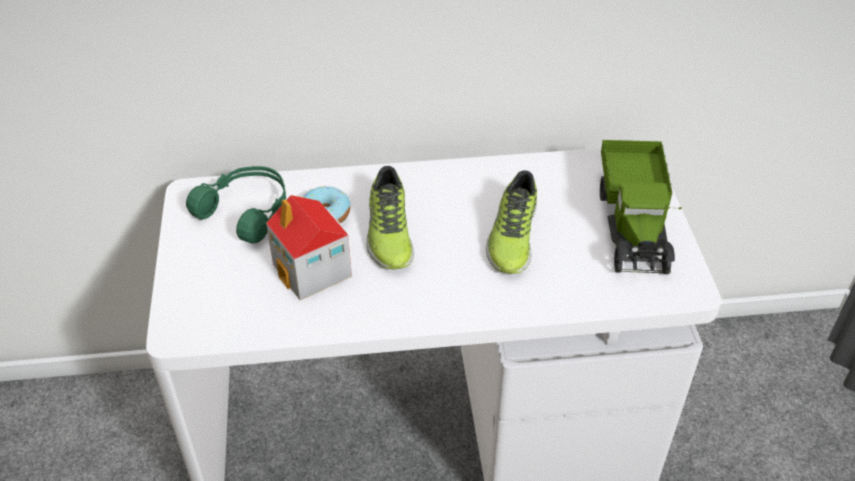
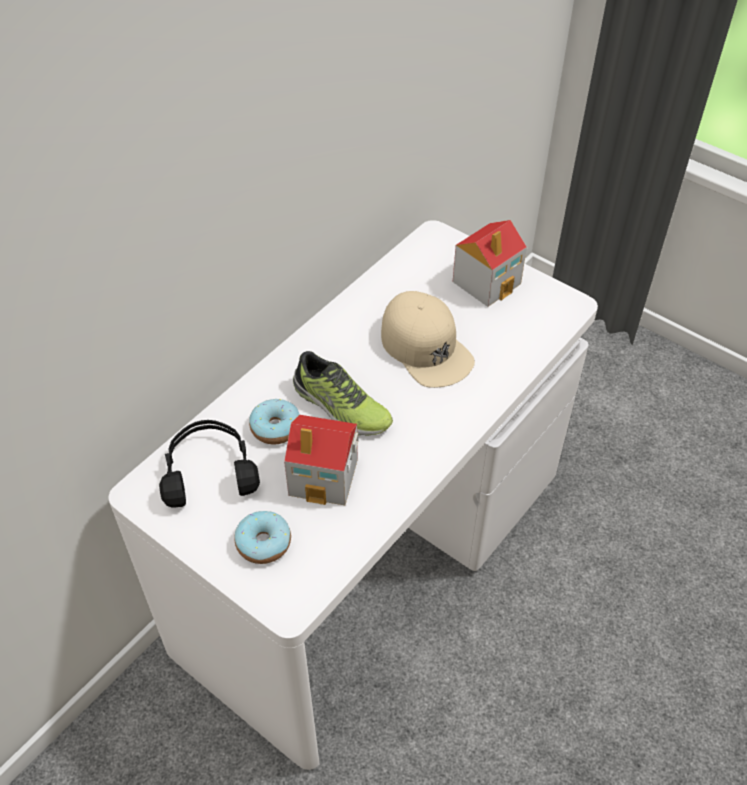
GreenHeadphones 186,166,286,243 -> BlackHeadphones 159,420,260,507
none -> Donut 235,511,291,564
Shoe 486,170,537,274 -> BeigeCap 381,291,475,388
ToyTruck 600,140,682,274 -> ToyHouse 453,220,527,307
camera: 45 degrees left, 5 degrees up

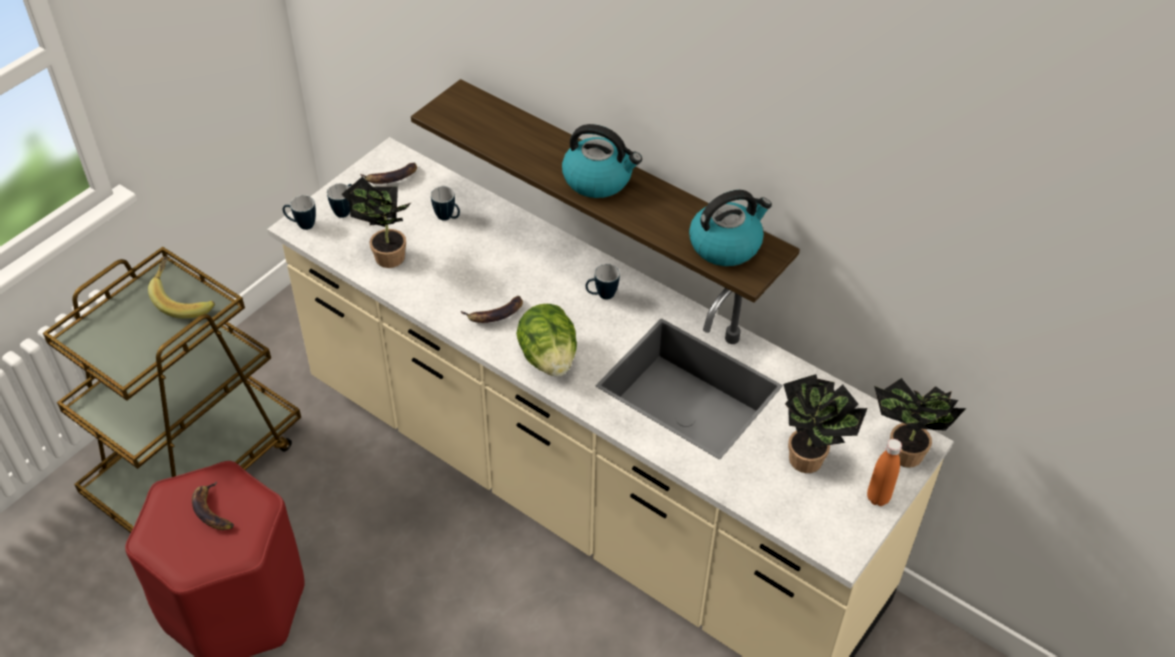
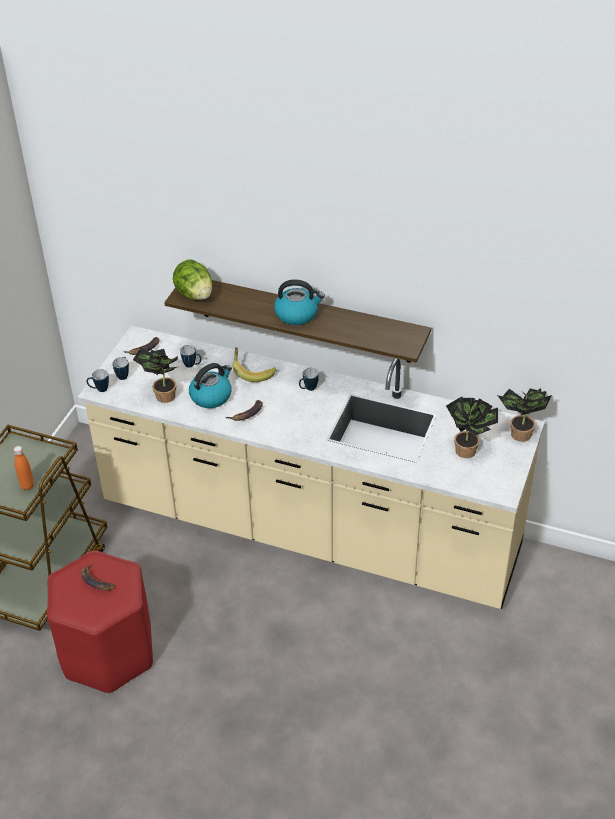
OrangeBottle 867,439,902,506 -> OrangeBottle 14,446,34,490, shifted
Lettuce 516,304,577,376 -> Lettuce 173,259,212,300, shifted
Kettle 689,190,772,266 -> Kettle 189,363,232,408, shifted
Banana 148,256,215,319 -> Banana 232,347,276,382, shifted
camera: 15 degrees left, 5 degrees down

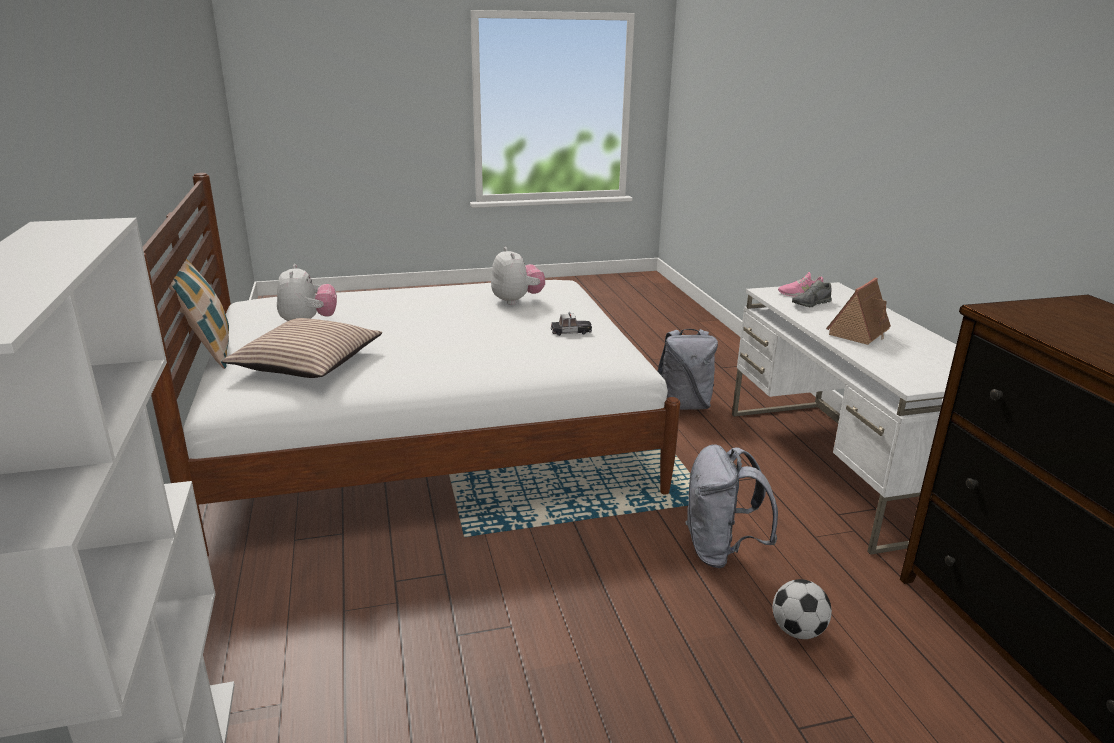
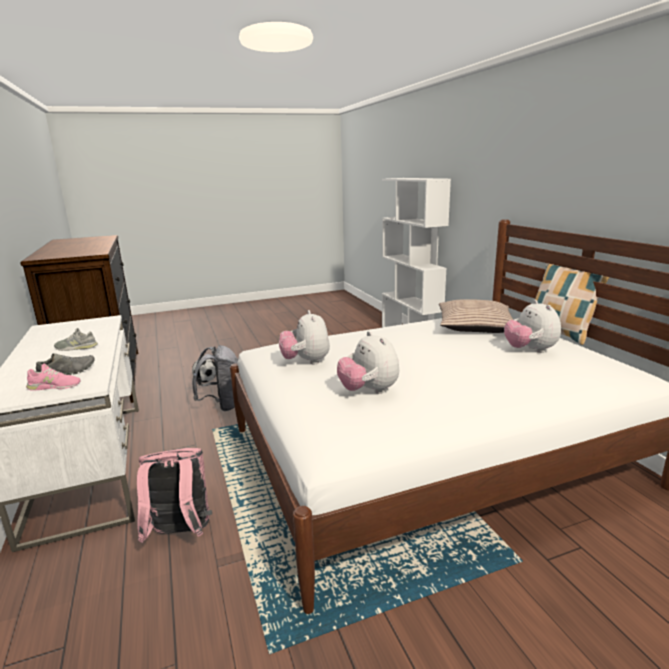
ToyHouse 826,278,891,345 -> GreyShoe 54,328,98,351
GreyBackpack 657,329,718,410 -> PinkBackpack 137,448,212,543
ToyCar 551,312,592,336 -> PlushToy 279,310,330,365
camera: 175 degrees right, 5 degrees down

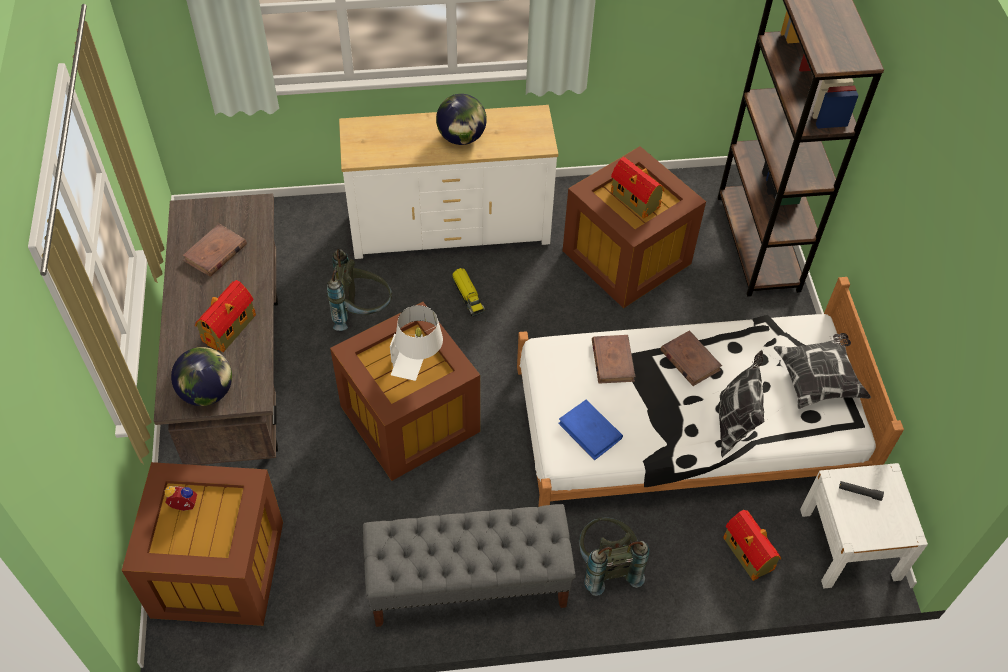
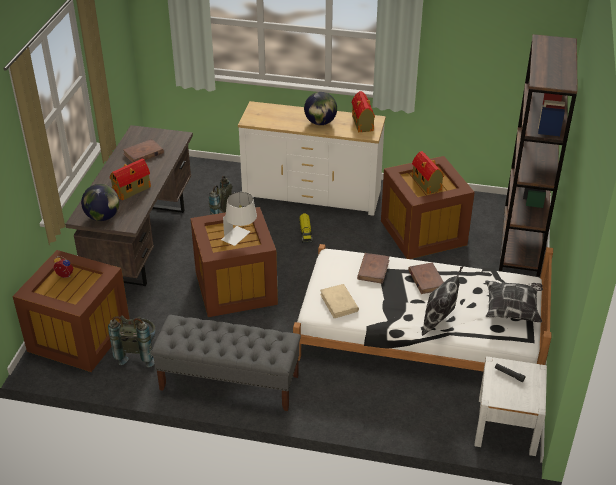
GreyBackpack 579,517,649,596 -> GreyBackpack 108,315,156,367, shifted
BlueBook 558,400,623,460 -> BeigeBook 320,284,359,318
ToyHouse 723,510,781,581 -> ToyHouse 352,91,375,132, shifted
camera: 20 degrees right, 15 degrees down

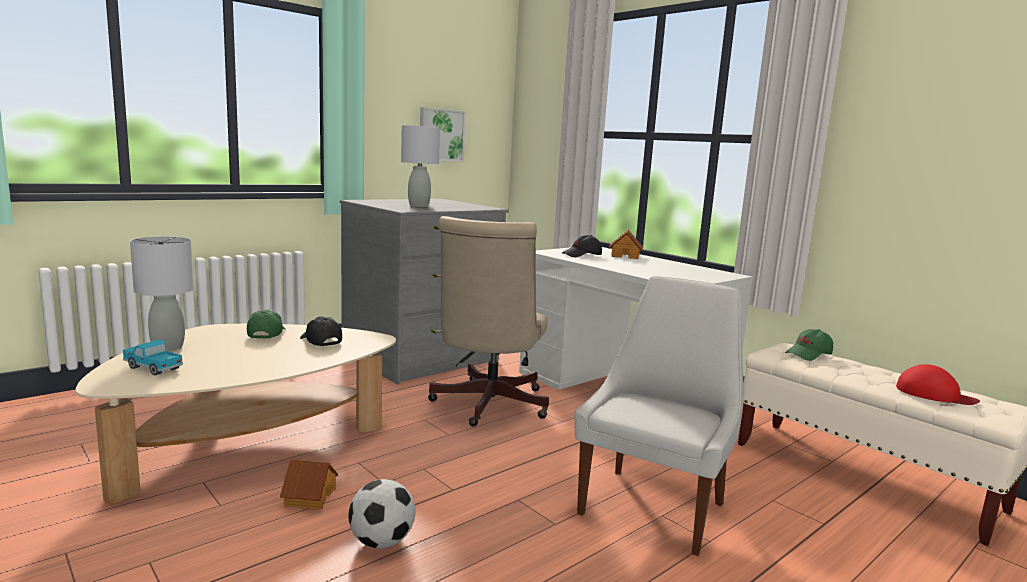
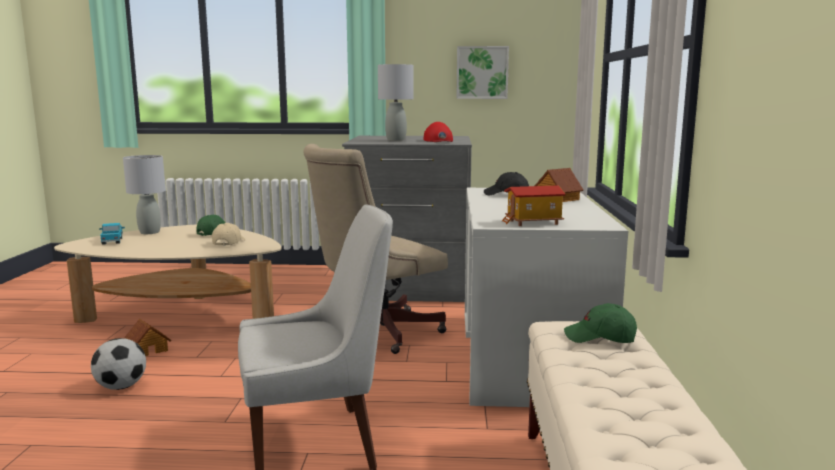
BlackCap 300,316,342,346 -> BeigeCap 212,223,245,246
RedCap 896,364,980,405 -> RedCap 424,122,453,142, shifted
none -> ToyHouse 502,185,566,226
camera: 45 degrees right, 0 degrees up

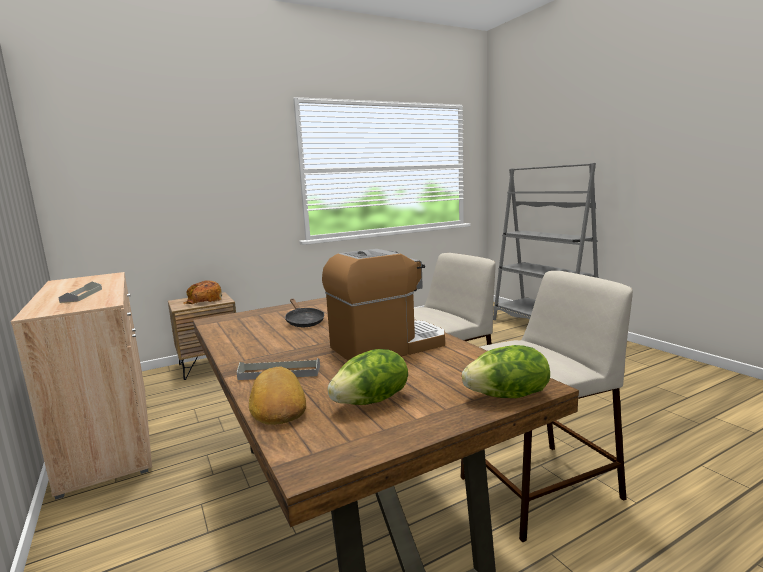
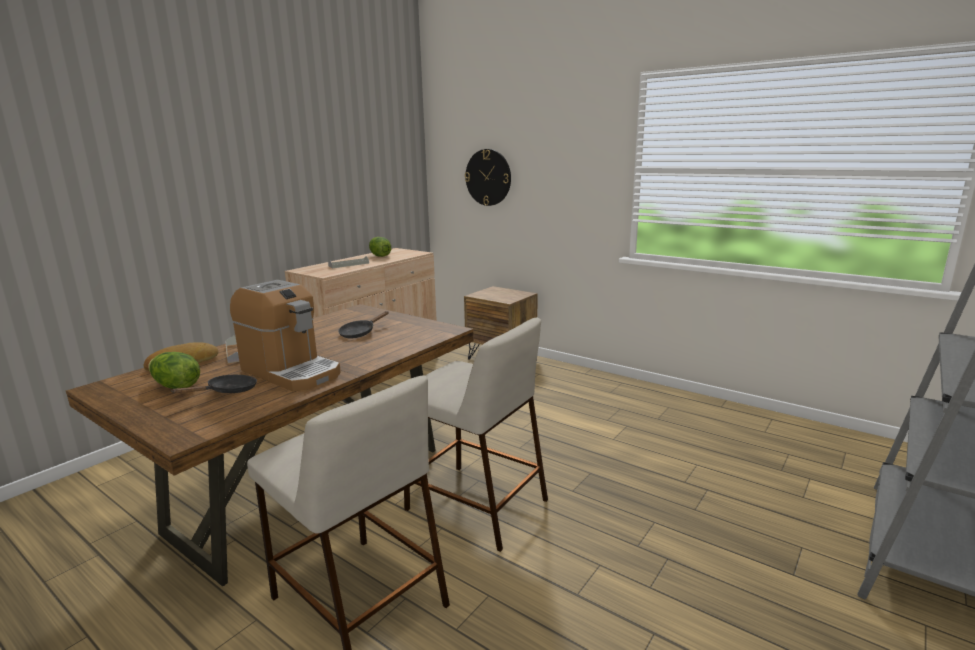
none -> BlackFryingPan 171,375,257,393
Lettuce 462,345,550,398 -> Lettuce 369,237,391,257, shifted
none -> WallClock 465,149,511,206
Bread 184,280,222,304 -> none
camera: 65 degrees right, 5 degrees up

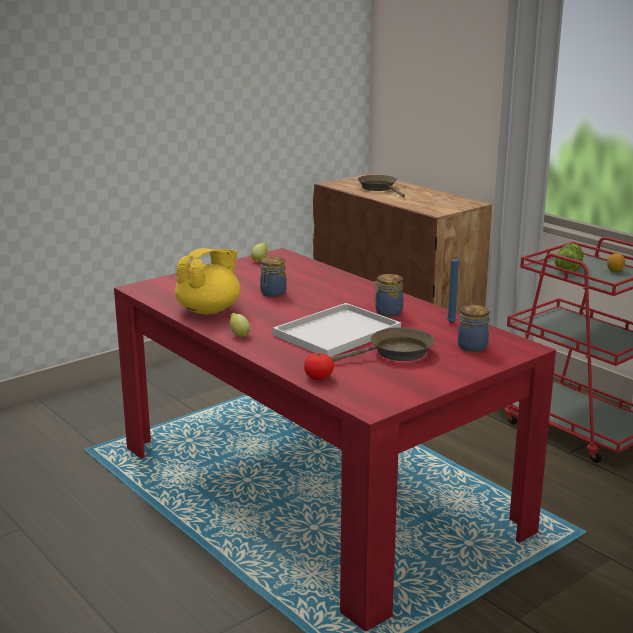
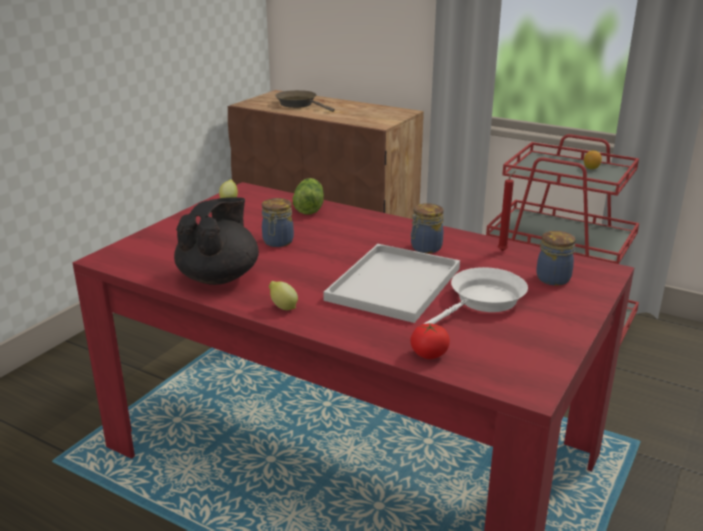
YellowTeapot 175,248,241,314 -> BlackTeapot 174,197,259,285
Lettuce 555,243,583,273 -> Lettuce 293,178,324,214, shifted
BrownFryingPan 331,327,434,362 -> WhiteFryingPan 424,267,528,324
BlueCandle 447,252,462,323 -> RedCandle 498,171,516,251
camera: 20 degrees left, 5 degrees up

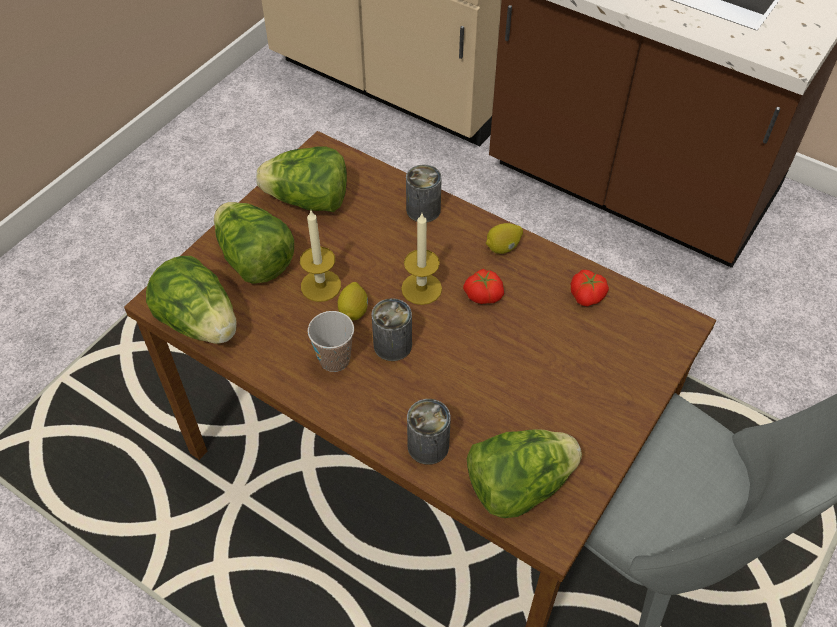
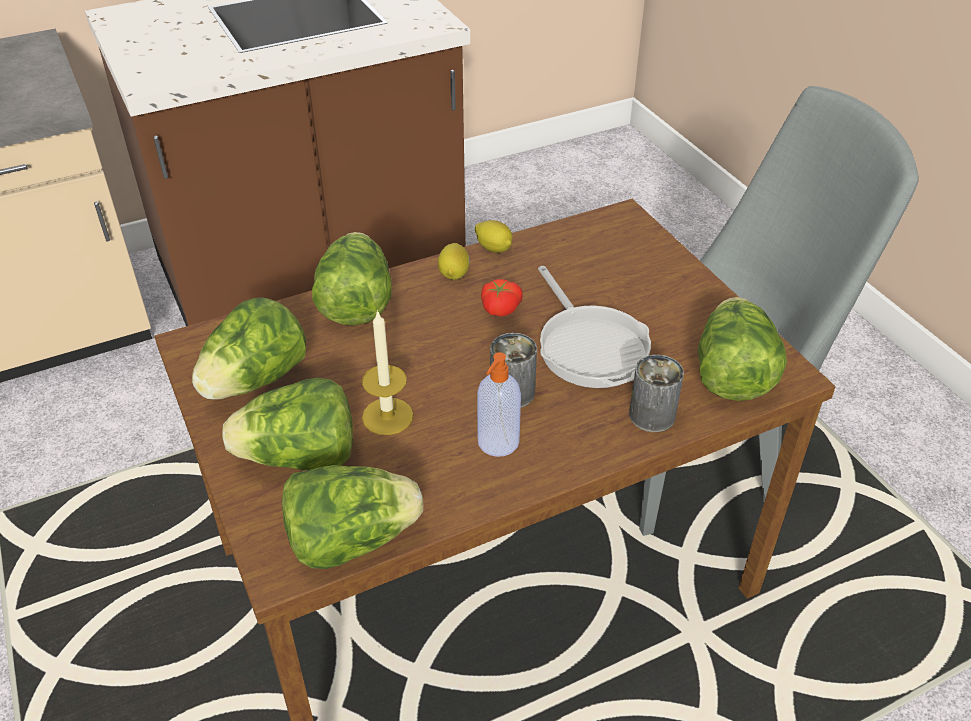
Can 406,165,442,222 -> Lettuce 312,232,392,325
Lemon 338,282,368,321 -> Lemon 475,220,513,253, shifted
Cup 308,311,354,372 -> SoapDispenser 477,352,521,457
none -> FryingPan 538,266,651,388
Candle 401,214,442,305 -> none
Tomato 571,270,609,307 -> none
camera: 60 degrees left, 10 degrees down

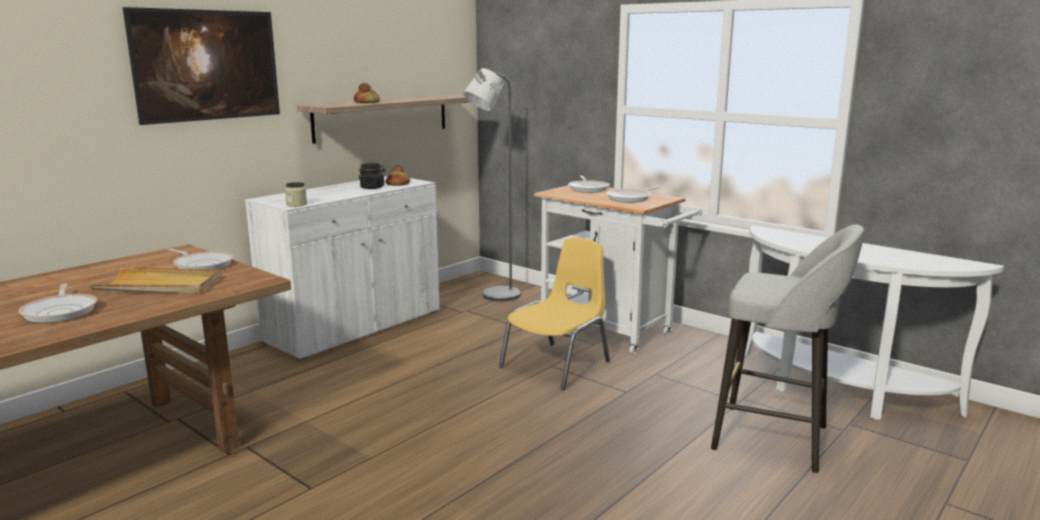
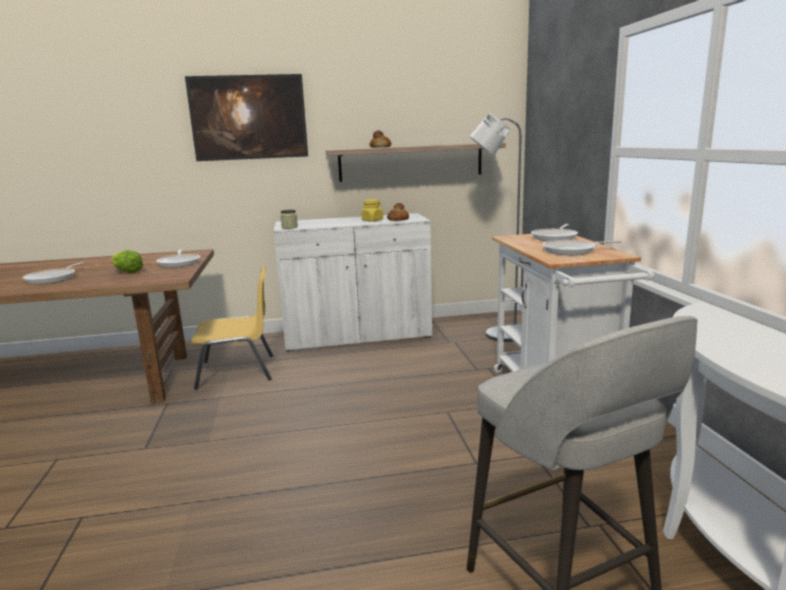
BeigeTray 90,267,221,294 -> Lettuce 111,250,143,273
YellowChair 499,237,610,390 -> YellowChair 191,266,273,390, shifted
BlackJar 359,163,386,189 -> YellowJar 362,199,383,222
camera: 40 degrees right, 0 degrees up

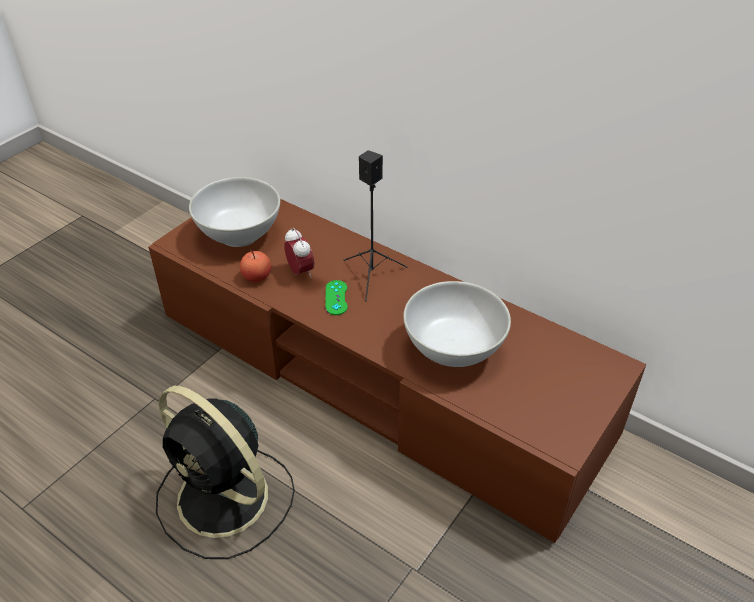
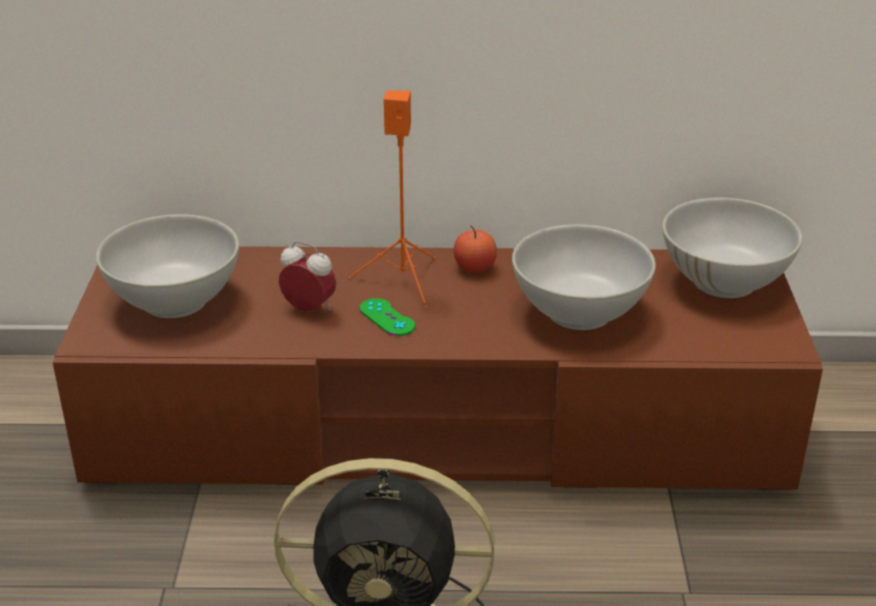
BlackSpeaker 343,150,408,301 -> OrangeSpeaker 349,91,435,308
Apple 240,249,271,282 -> Apple 454,226,497,273, shifted
none -> WhiteBowl 662,198,803,298
camera: 35 degrees left, 10 degrees down

